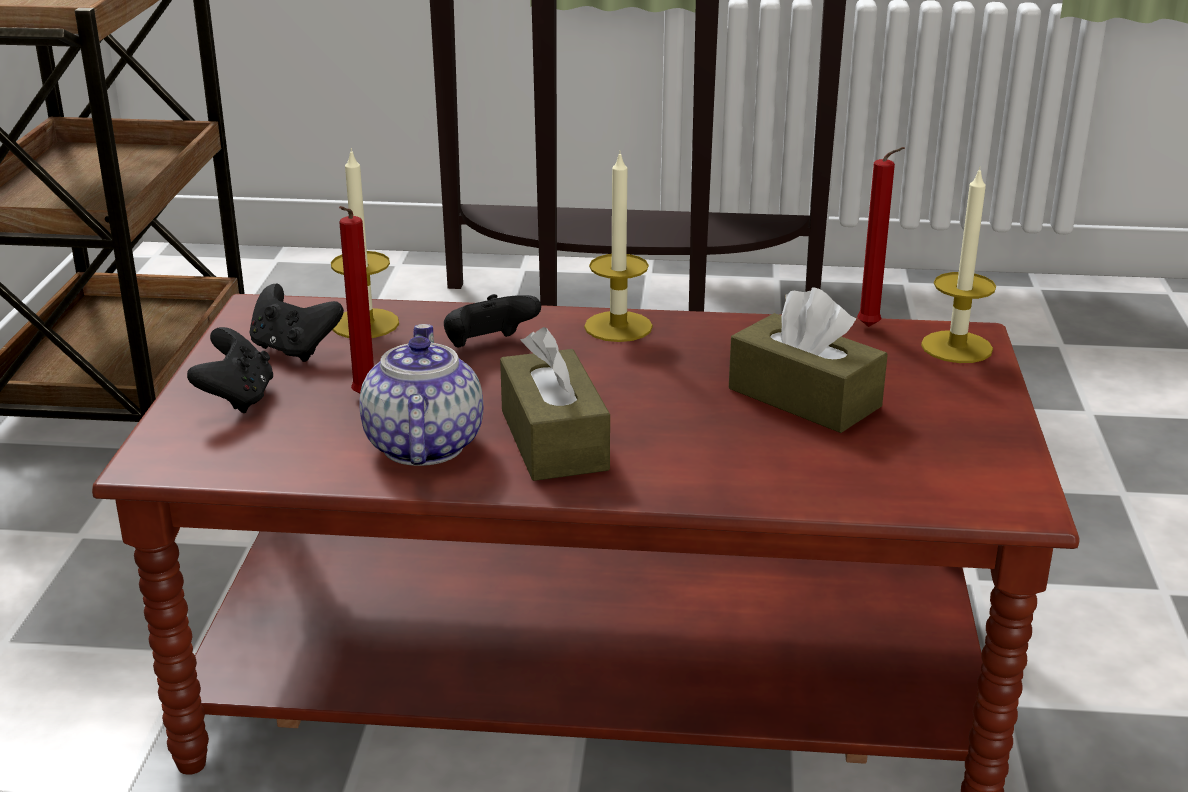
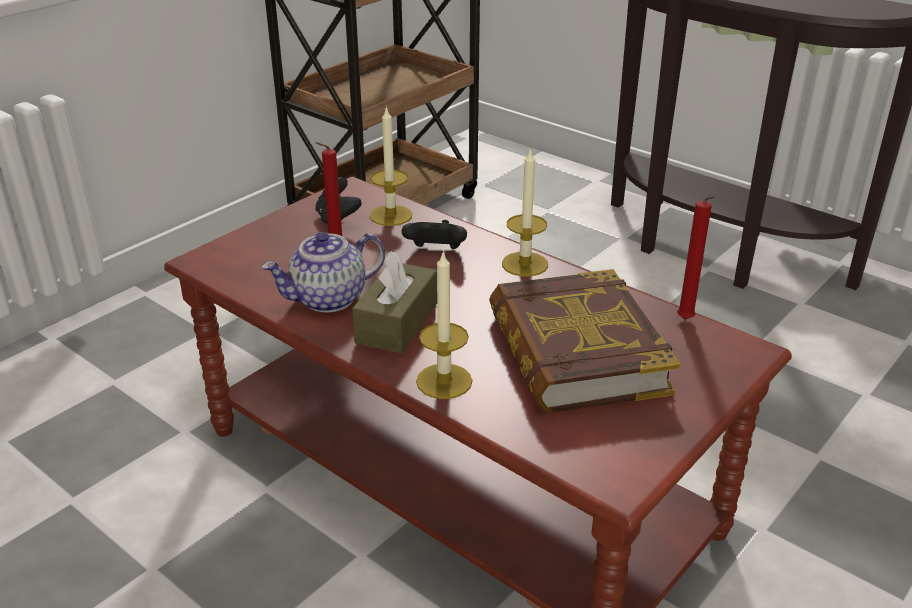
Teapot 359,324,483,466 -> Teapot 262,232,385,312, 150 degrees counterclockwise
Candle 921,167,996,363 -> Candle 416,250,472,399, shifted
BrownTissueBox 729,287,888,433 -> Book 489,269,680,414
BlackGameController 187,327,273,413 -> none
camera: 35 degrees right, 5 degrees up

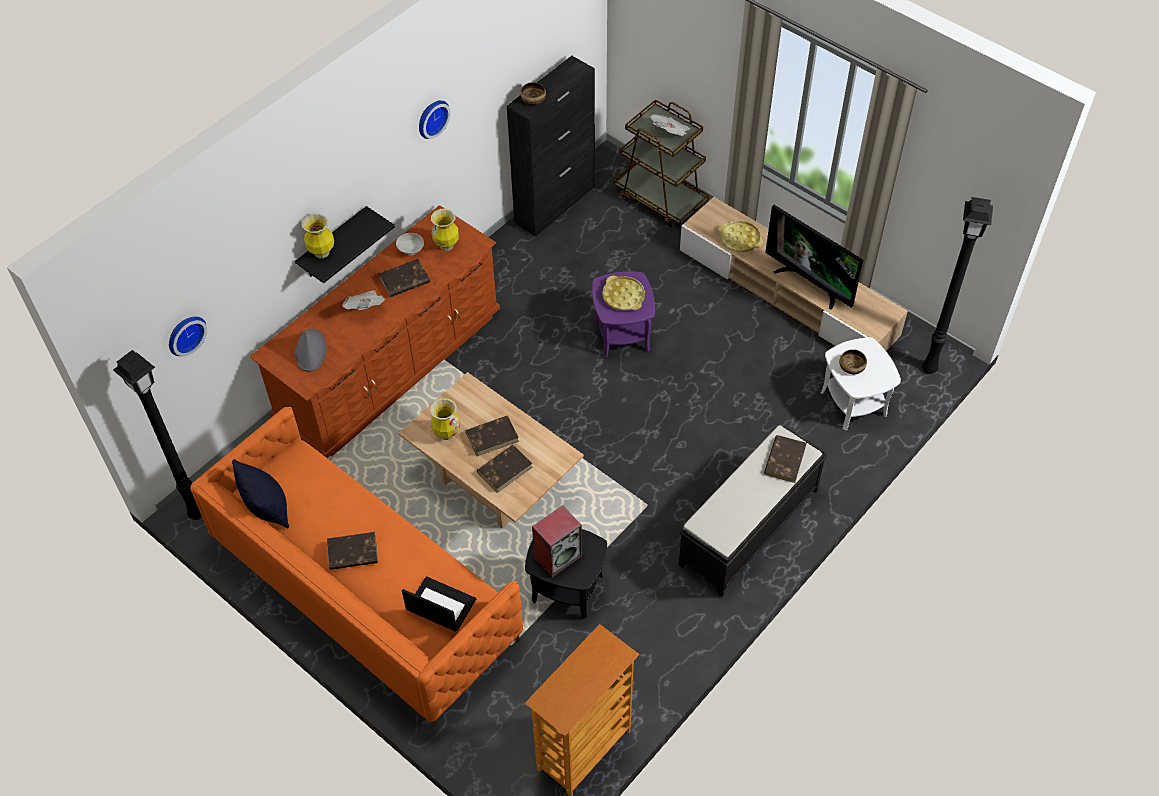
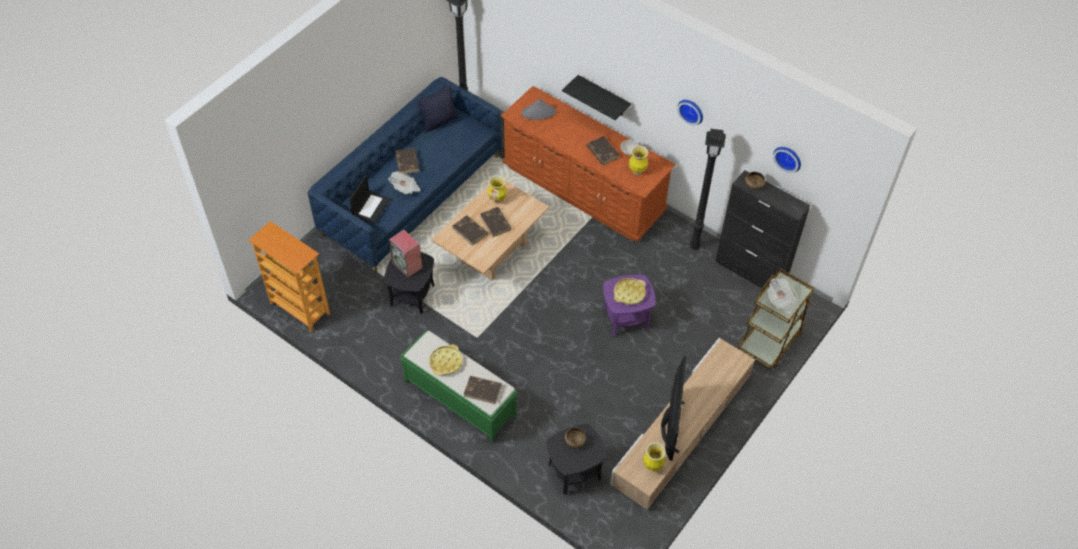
OrangeSofa 190,407,523,727 -> BlueSofa 308,77,501,273
Newspaper 342,290,386,310 -> Newspaper 388,171,420,194, shifted
BlackBench 679,425,827,597 -> GreenBench 400,331,518,443
YellowTray 718,220,763,252 -> YellowTray 429,344,463,376, shifted
WhiteSideTable 821,337,901,431 -> BlackSideTable 546,424,607,495
Vase 302,213,334,258 -> Vase 643,442,666,471, shifted
Television 765,205,863,310 -> Television 661,356,687,461, 150 degrees clockwise
BlackFloorLamp 922,197,993,374 -> BlackFloorLamp 689,129,726,250, shifted
WallClock 169,316,207,356 -> WallClock 773,147,801,173, shifted
camera: 85 degrees right, 0 degrees up

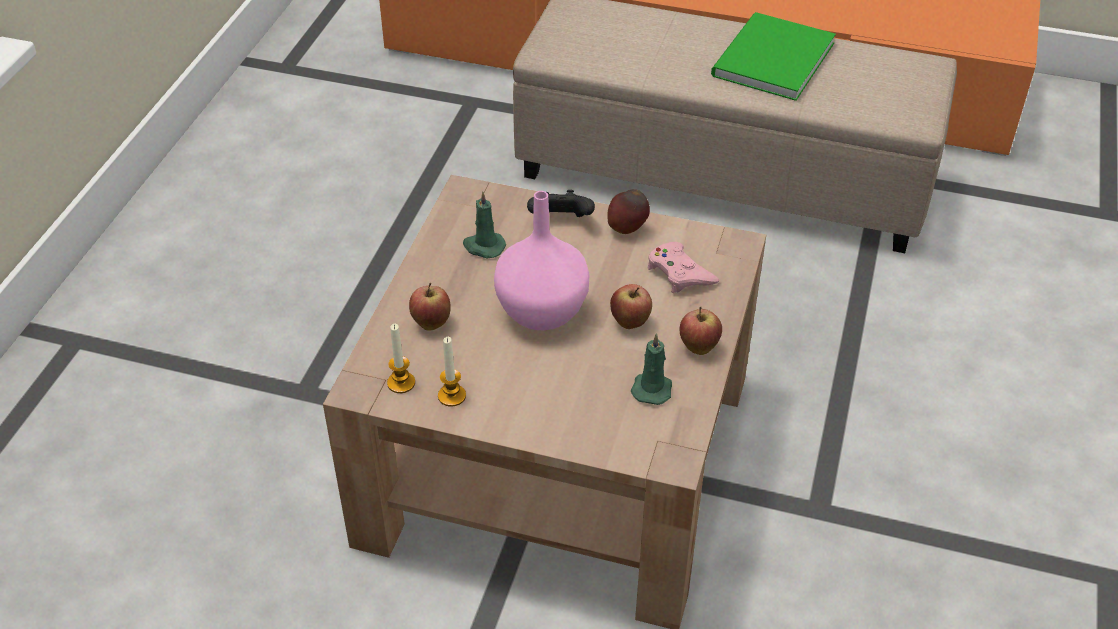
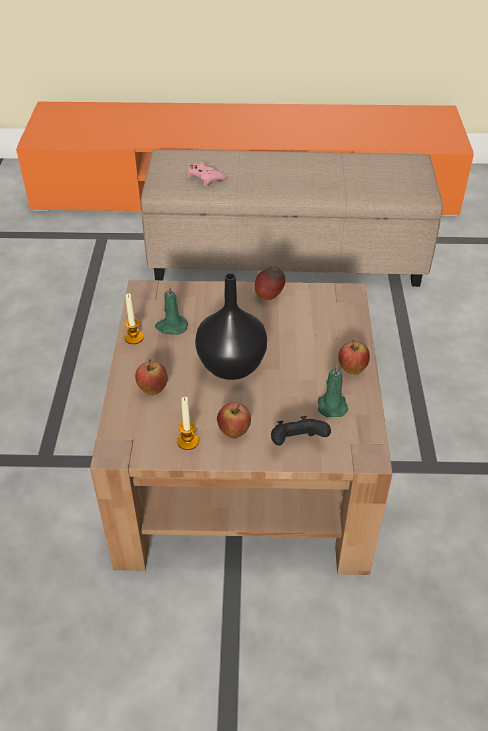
Candle 387,324,415,393 -> Candle 124,294,144,344, shifted
PinkGameController 648,242,719,293 -> PinkGameController 187,162,228,186, shifted
PinkVase 494,191,590,330 -> BlackVase 195,273,267,380
Apple 610,284,652,329 -> Apple 217,402,251,439, shifted
BlackGameController 527,190,595,217 -> BlackGameController 271,416,331,445, shifted
GreenBook 711,12,836,101 -> none
camera: 15 degrees left, 0 degrees up

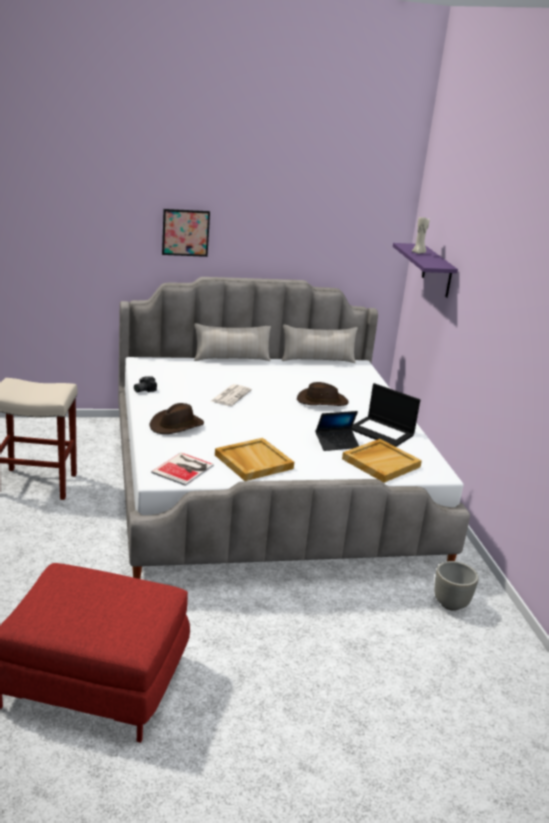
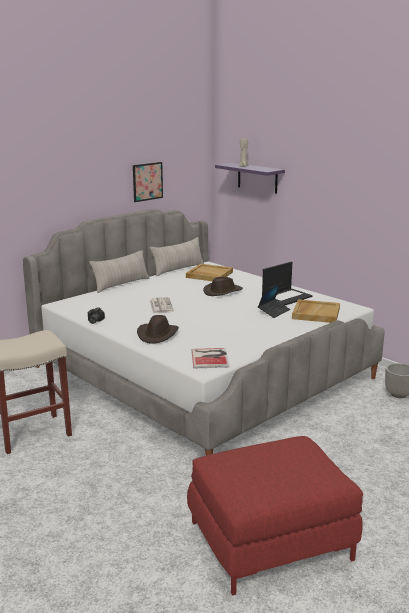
Picture 162,209,210,257 -> Picture 133,162,163,202, shifted
BeigeTray 215,438,294,481 -> BeigeTray 186,264,233,281, shifted
Laptop 352,383,420,447 -> Laptop 262,262,313,305, 45 degrees counterclockwise
camera: 30 degrees left, 5 degrees down

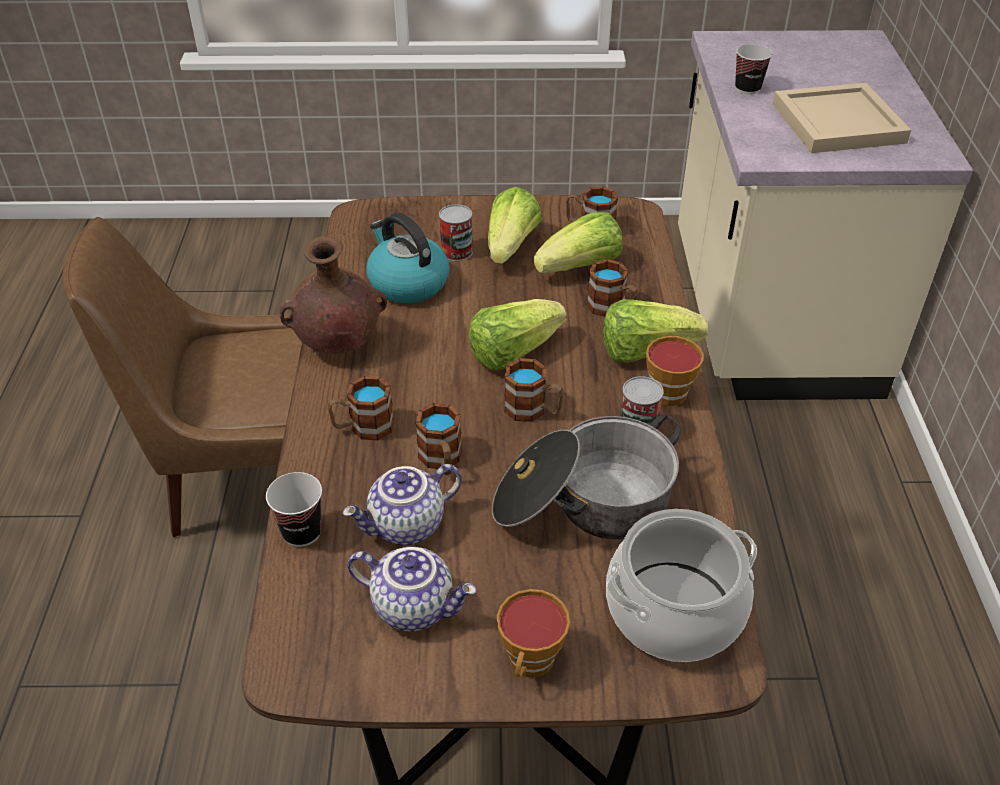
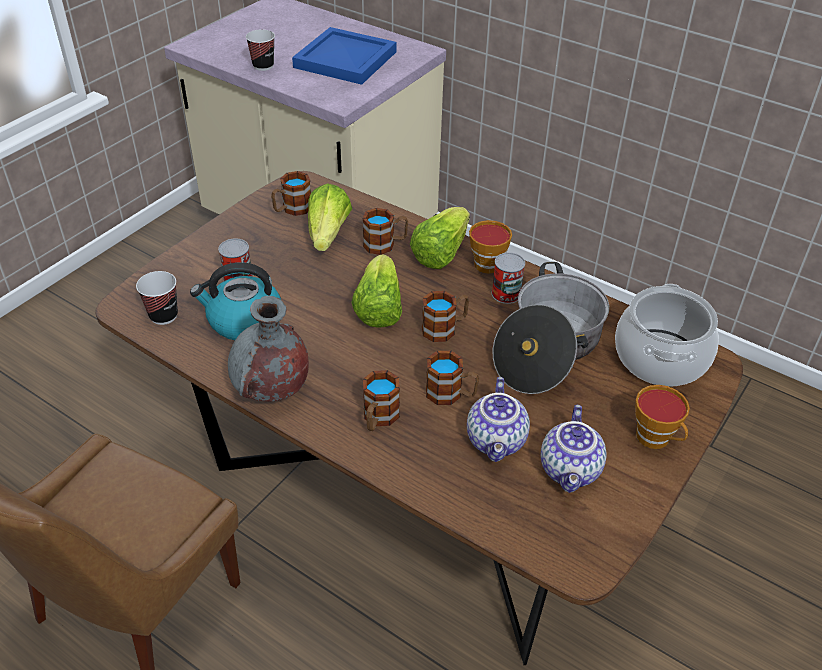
Cup 266,472,322,547 -> Cup 136,271,178,325, shifted
BrownVase 280,236,387,354 -> GreyVase 228,296,309,402
BeigeTray 773,83,911,153 -> BlueTray 292,27,396,85
Teapot 347,547,476,631 -> Teapot 541,405,606,493, 135 degrees clockwise
Lettuce 488,187,542,264 -> none
camera: 55 degrees left, 0 degrees up

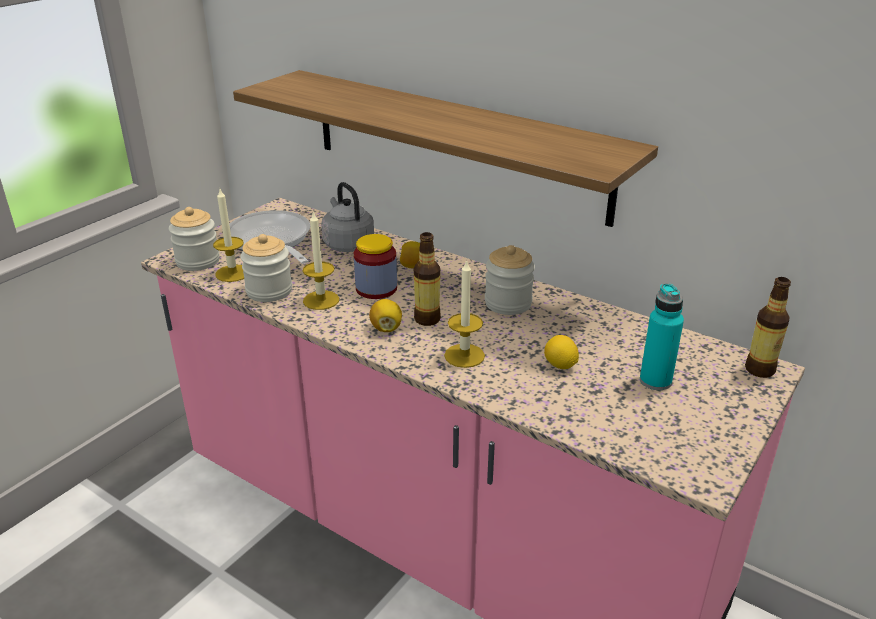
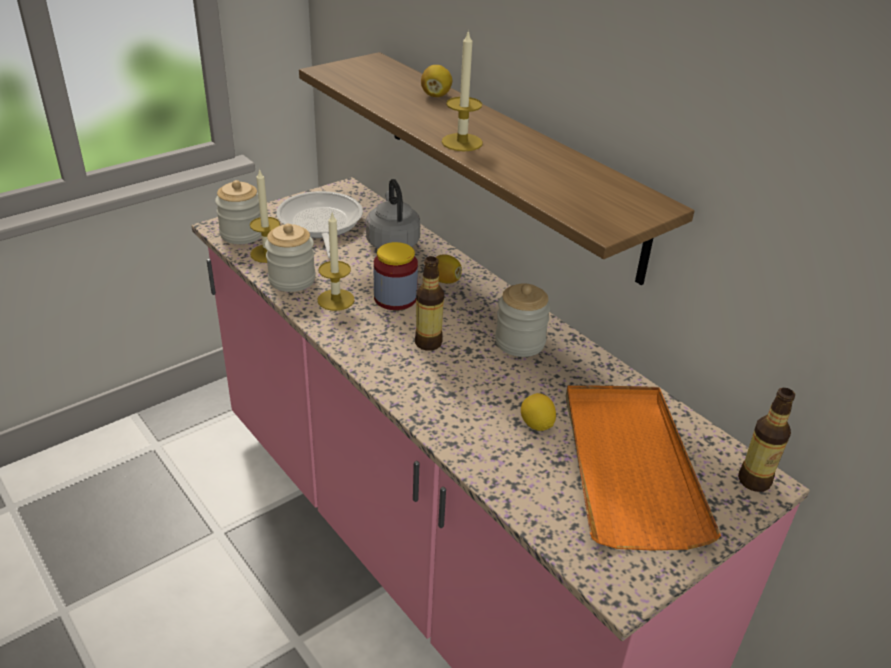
Lemon 369,299,402,332 -> Lemon 421,65,452,97, shifted
Candle 444,259,485,368 -> Candle 442,29,483,151, shifted
TurquoiseBottle 640,283,684,390 -> OrangeTray 566,385,721,550
camera: 15 degrees right, 5 degrees up

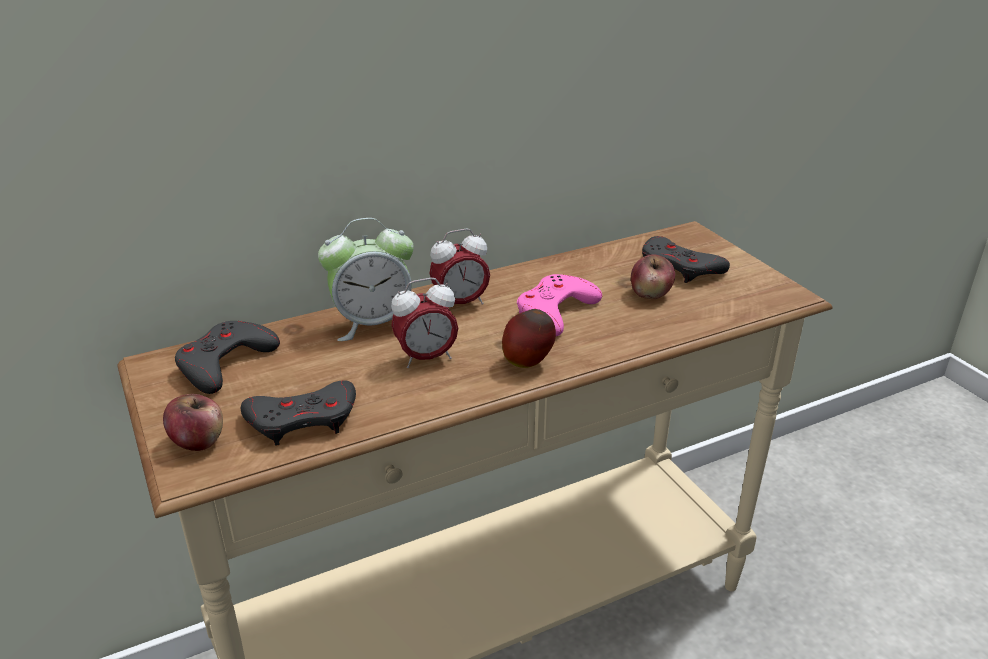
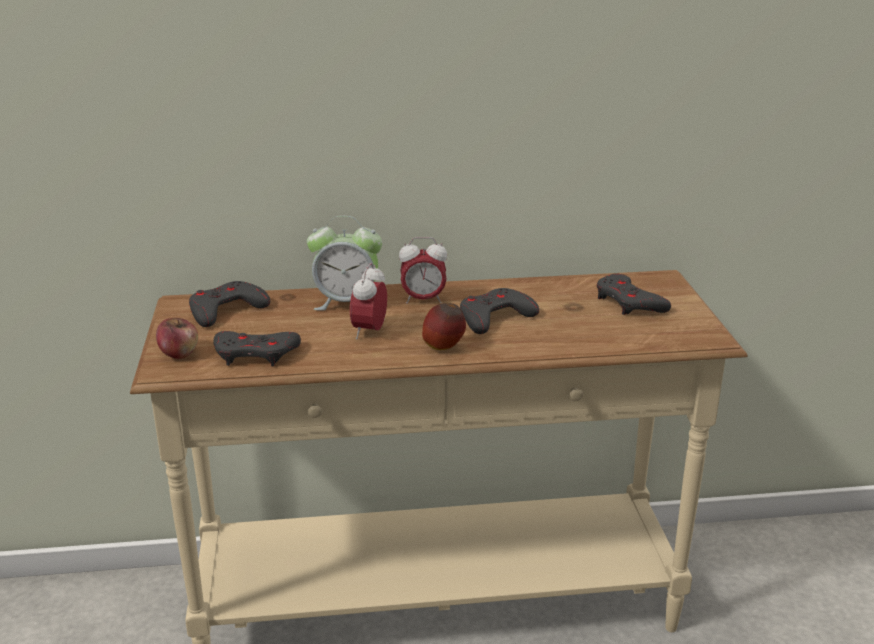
AlarmClock 391,278,458,368 -> AlarmClock 350,263,387,339, 105 degrees clockwise
PinkGameController 517,274,602,336 -> GreyGameController 460,288,539,334
Apple 631,255,675,299 -> none
camera: 20 degrees right, 5 degrees down

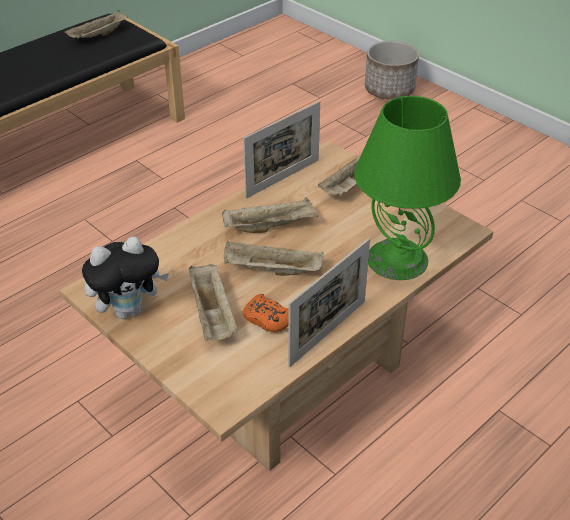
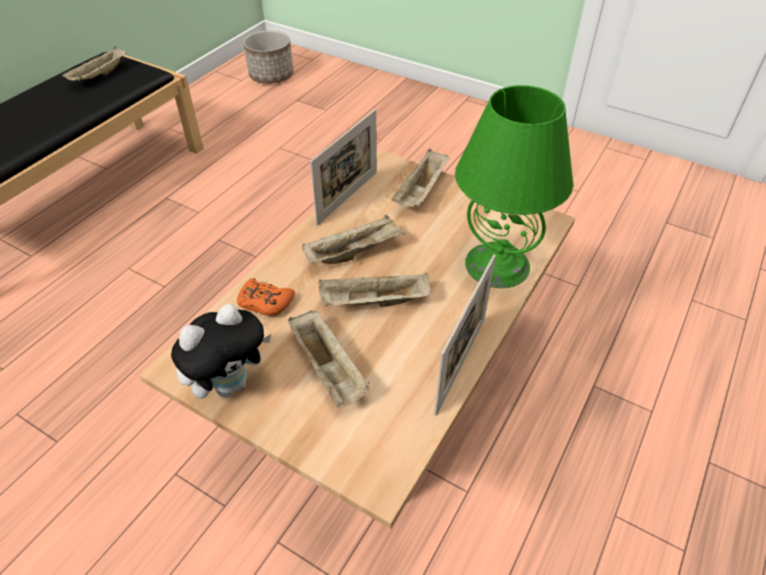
OrangeGameController 243,294,289,333 -> OrangeGameController 237,278,295,316, shifted
Planter 365,41,419,100 -> Planter 243,30,293,84, shifted
camera: 15 degrees left, 5 degrees up

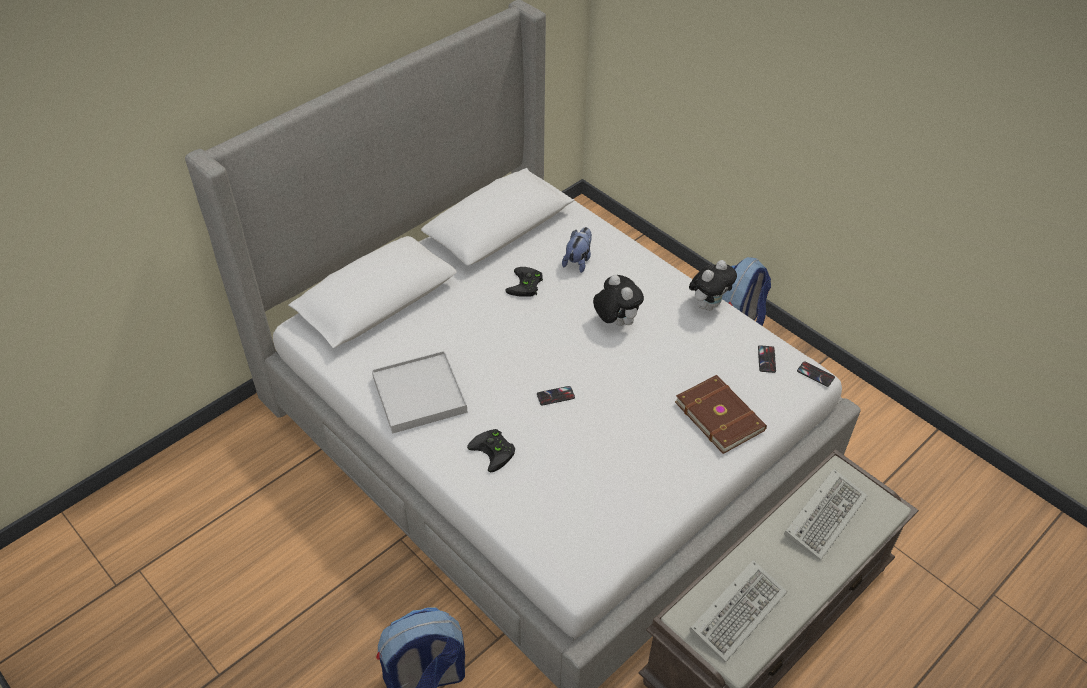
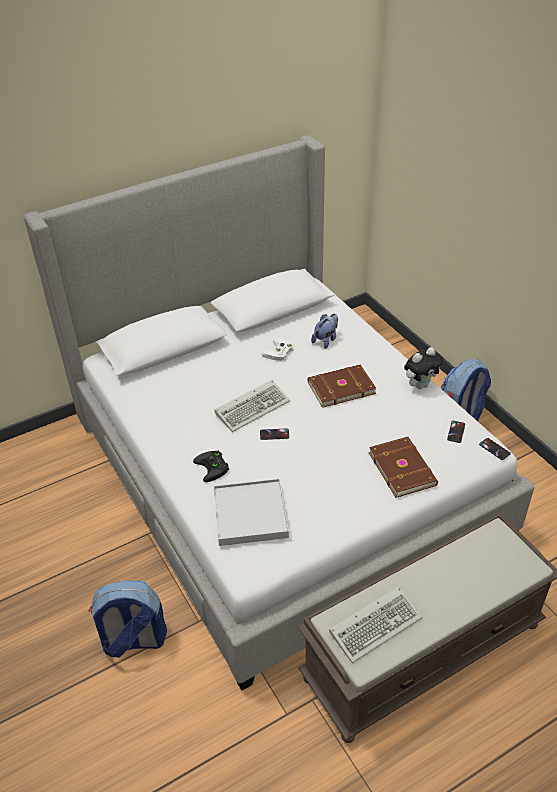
Keyboard 784,469,868,561 -> Keyboard 214,380,290,432, shifted
WhiteTray 372,351,467,434 -> WhiteTray 214,479,289,546, shifted
BlackGameController 505,267,543,297 -> WhiteGameController 262,338,293,361
PlushToy 593,275,644,326 -> BrownBook 307,364,376,408
camera: 15 degrees right, 5 degrees down

